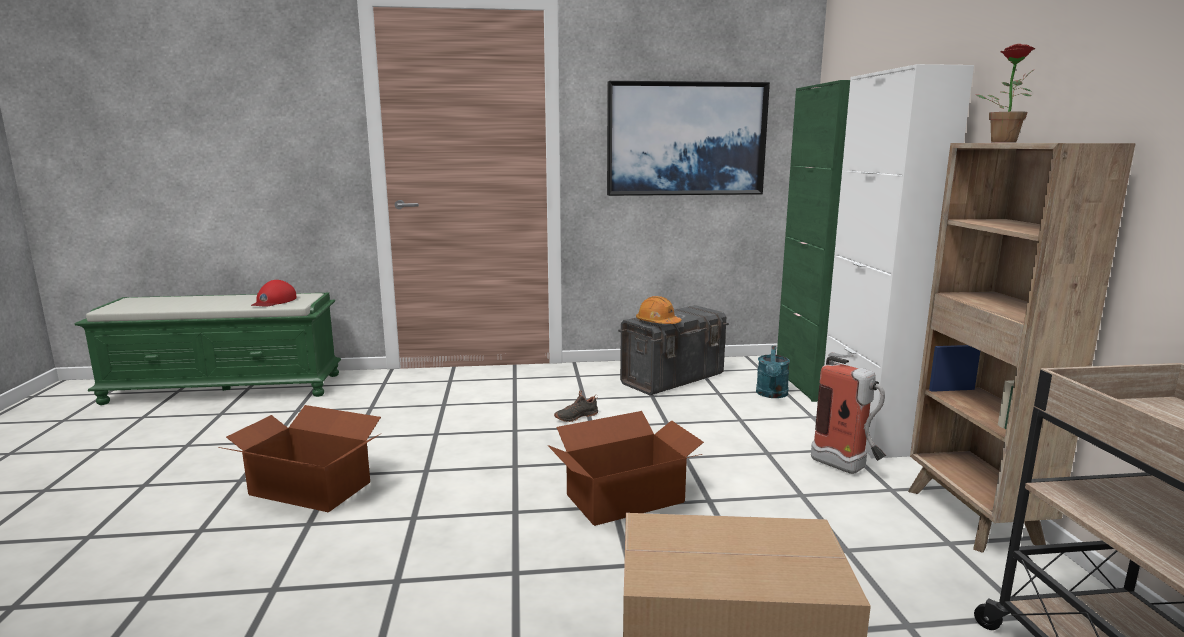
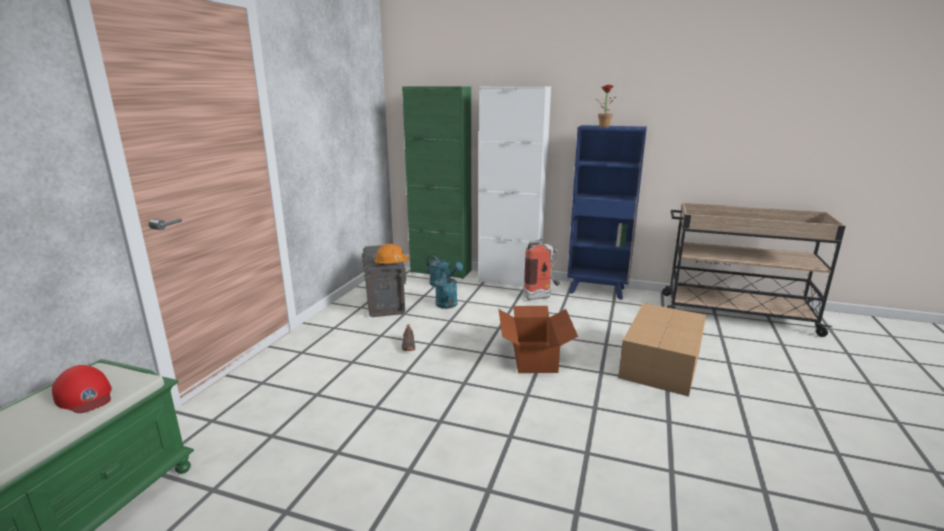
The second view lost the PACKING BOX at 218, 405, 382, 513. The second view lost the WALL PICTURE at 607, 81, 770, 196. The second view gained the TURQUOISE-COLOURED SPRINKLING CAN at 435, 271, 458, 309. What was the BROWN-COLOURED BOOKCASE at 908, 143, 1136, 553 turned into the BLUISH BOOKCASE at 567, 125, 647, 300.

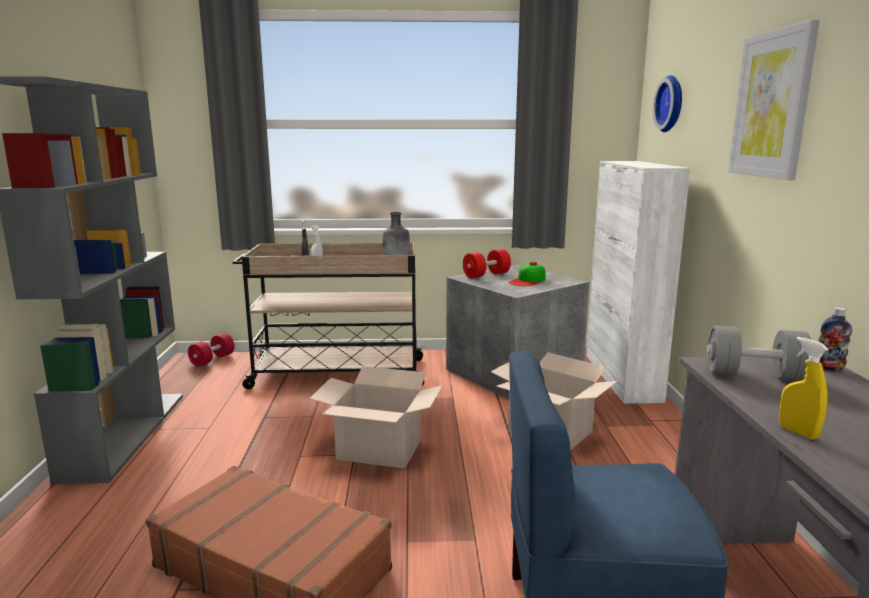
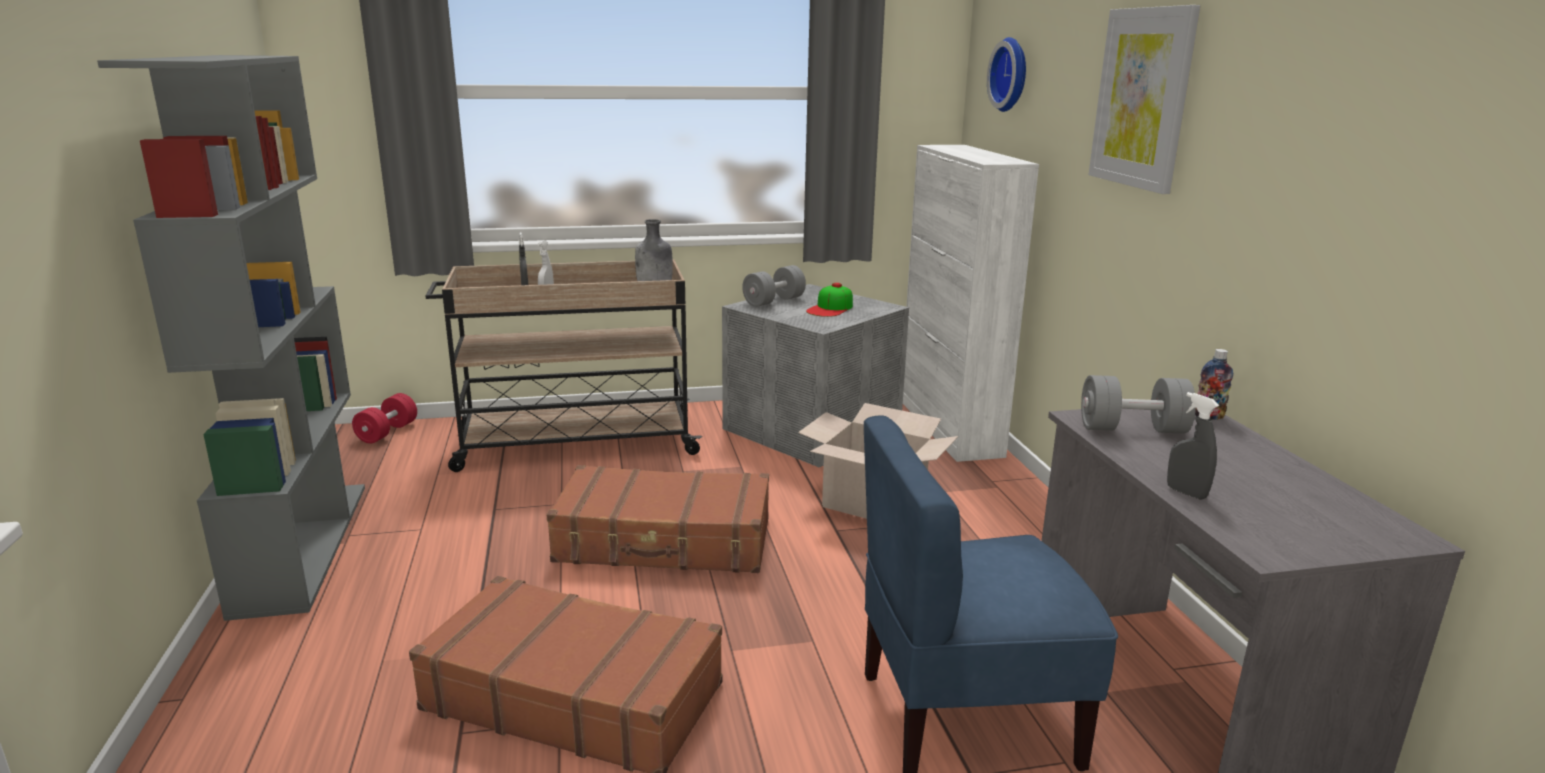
Where the PACKING BOX stood at 309, 366, 443, 469, the BROWN-COLOURED TRAVEL CASE came to stand at 547, 465, 769, 573. What was the REDDISH DUMBBELL at 463, 249, 511, 278 turned into the GREYISH DUMBBELL at 742, 265, 806, 307. What was the YELLOW-COLOURED SPRAY BOTTLE at 779, 337, 829, 440 turned into the GREYISH SPRAY BOTTLE at 1167, 392, 1219, 500.

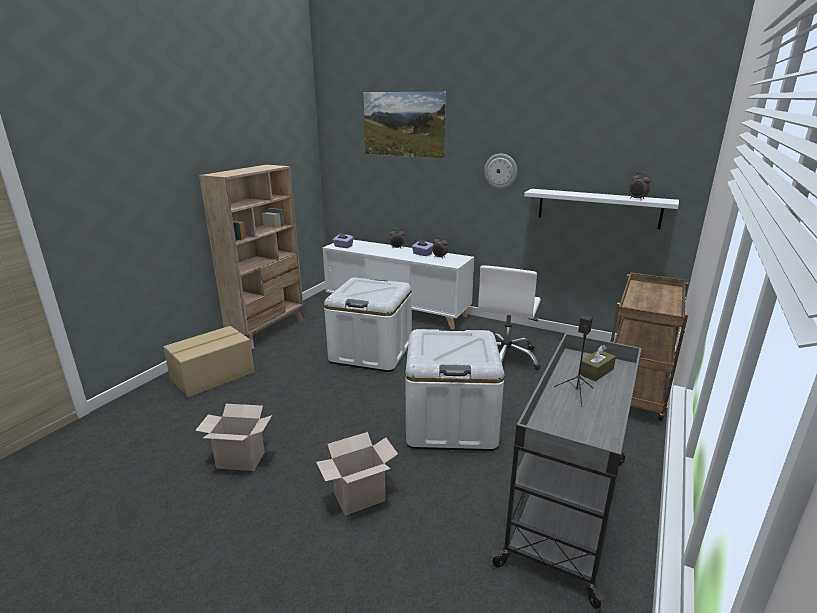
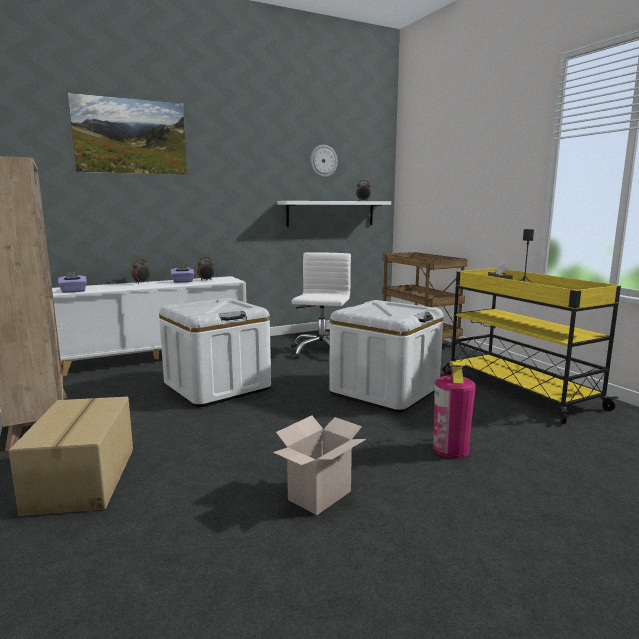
The WALL CLOCK ended up elsewhere, having gone from 484, 153, 517, 189 to 310, 145, 338, 178. Where the PACKING BOX stood at 316, 432, 398, 516, the FIRE-FIGHTING CYLINDER came to stand at 433, 361, 476, 459. What was the GREYISH CART at 490, 333, 642, 609 turned into the YELLOW-COLOURED CART at 443, 268, 621, 424. The WHITE COMPUTER CHAIR at 478, 265, 541, 370 ended up facing another way, 135 degrees counterclockwise from before.

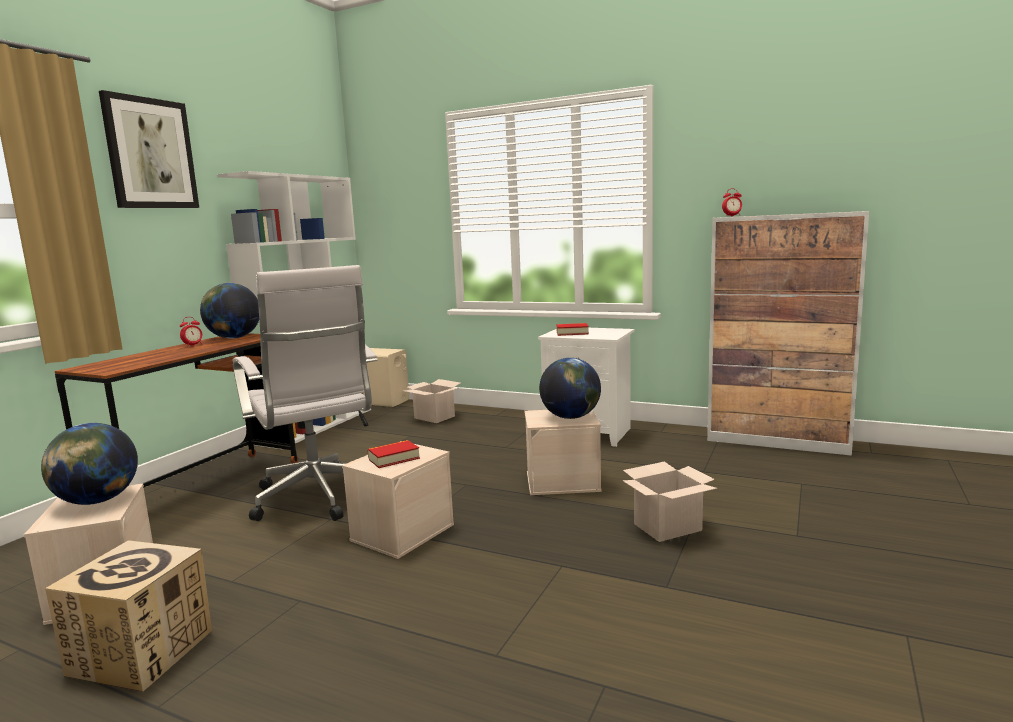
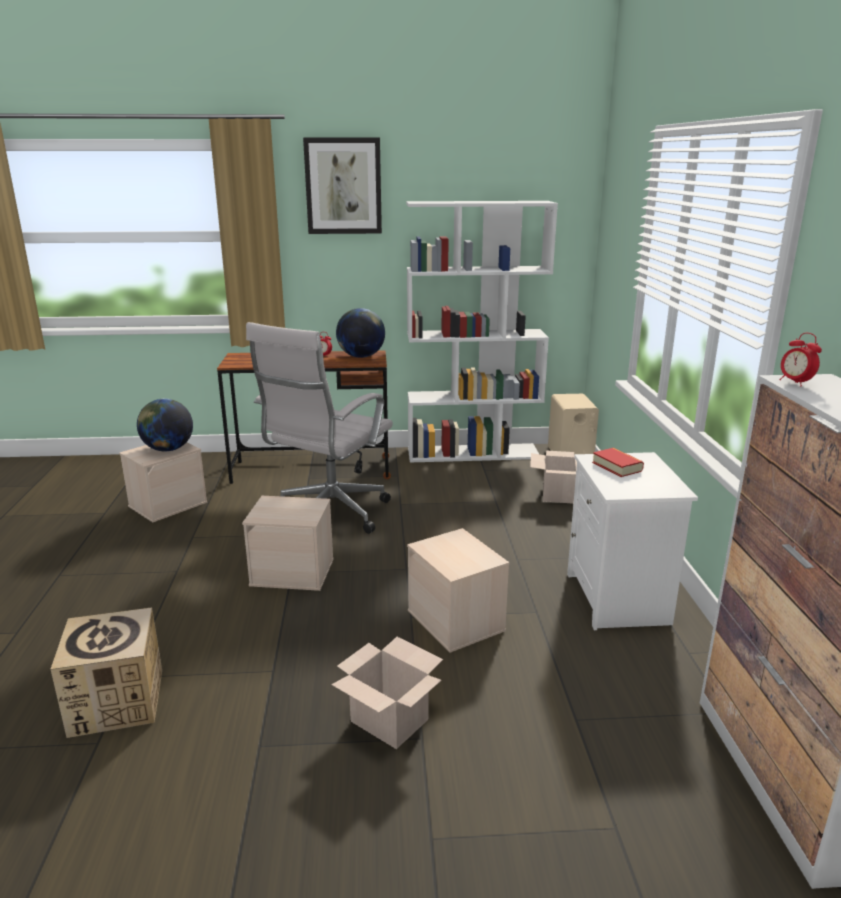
The second view lost the BOOK at 367, 440, 420, 468. The second view lost the GLOBE at 539, 358, 601, 419. The PACKING BOX ended up elsewhere, having gone from 45, 540, 212, 692 to 50, 607, 162, 738.

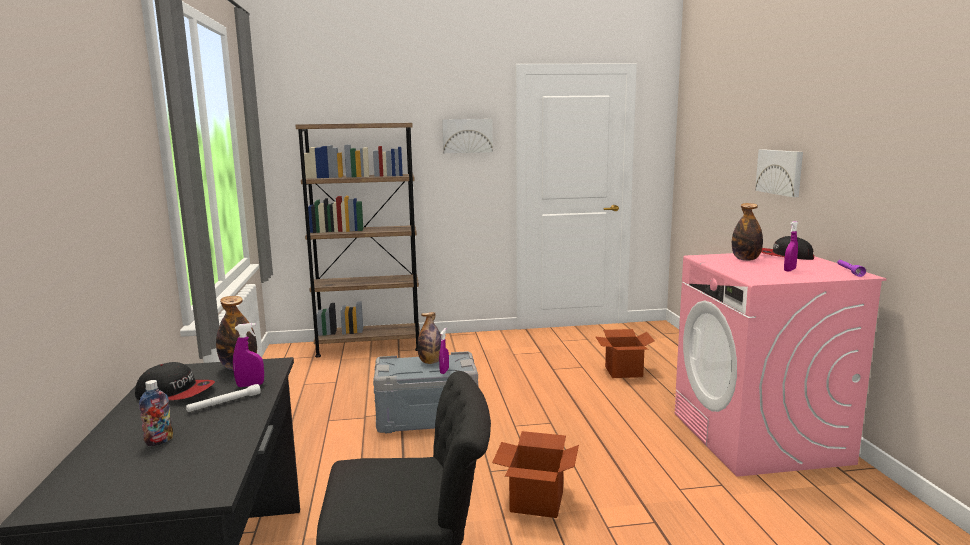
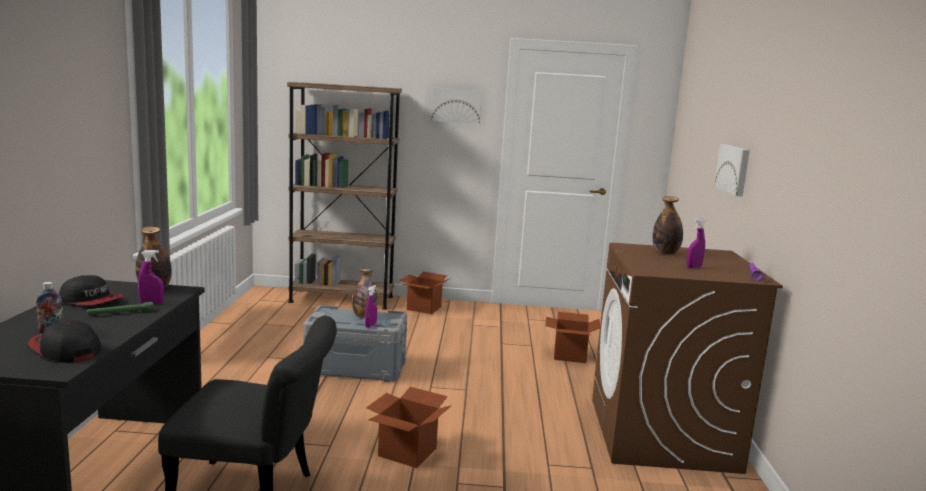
The second view gained the PACKING BOX at 399, 272, 451, 314. The PEAKED CAP ended up elsewhere, having gone from 761, 236, 814, 260 to 28, 320, 101, 363. What was the WHITE TORCH at 186, 384, 261, 412 turned into the GREEN TORCH at 87, 302, 153, 315. What was the PINK-COLOURED LAUNDRY MACHINE at 674, 253, 886, 477 turned into the BROWN-COLOURED LAUNDRY MACHINE at 592, 243, 783, 474.

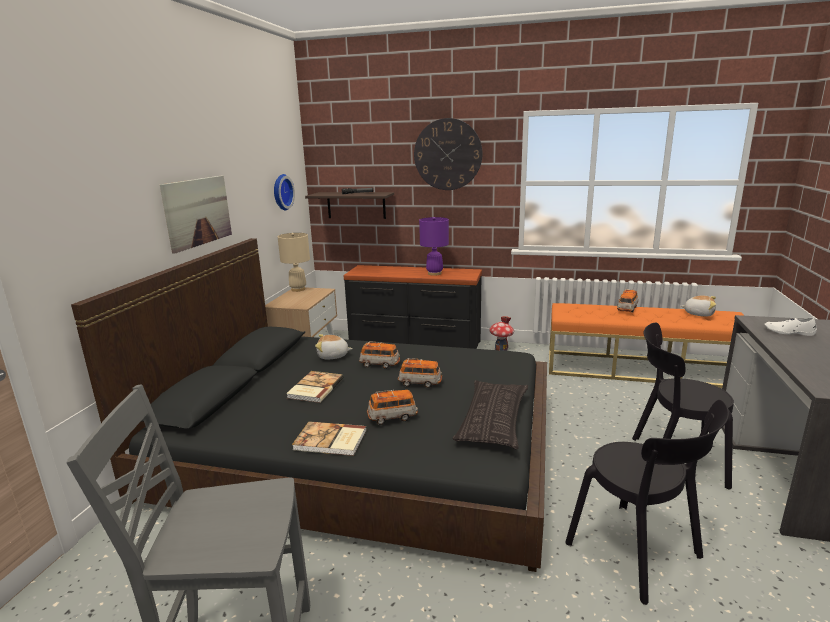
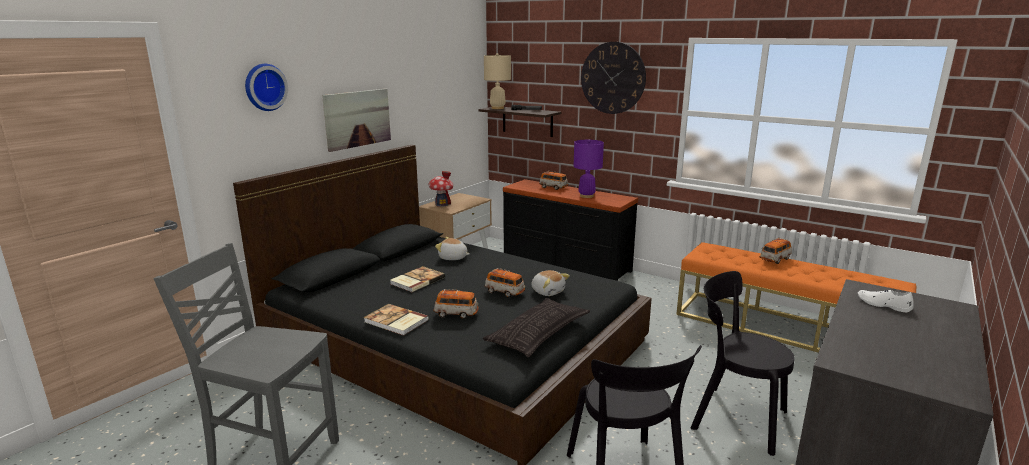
The WALL CLOCK ended up elsewhere, having gone from 274, 174, 295, 210 to 245, 64, 288, 111. The BEIGE TABLE LAMP ended up elsewhere, having gone from 278, 233, 310, 292 to 484, 53, 511, 109. The TOY CAR ended up elsewhere, having gone from 359, 341, 400, 369 to 539, 171, 568, 190. The TOY HOUSE ended up elsewhere, having gone from 490, 316, 514, 351 to 428, 171, 453, 207. The PLUSH TOY ended up elsewhere, having gone from 680, 296, 716, 317 to 531, 270, 570, 296.

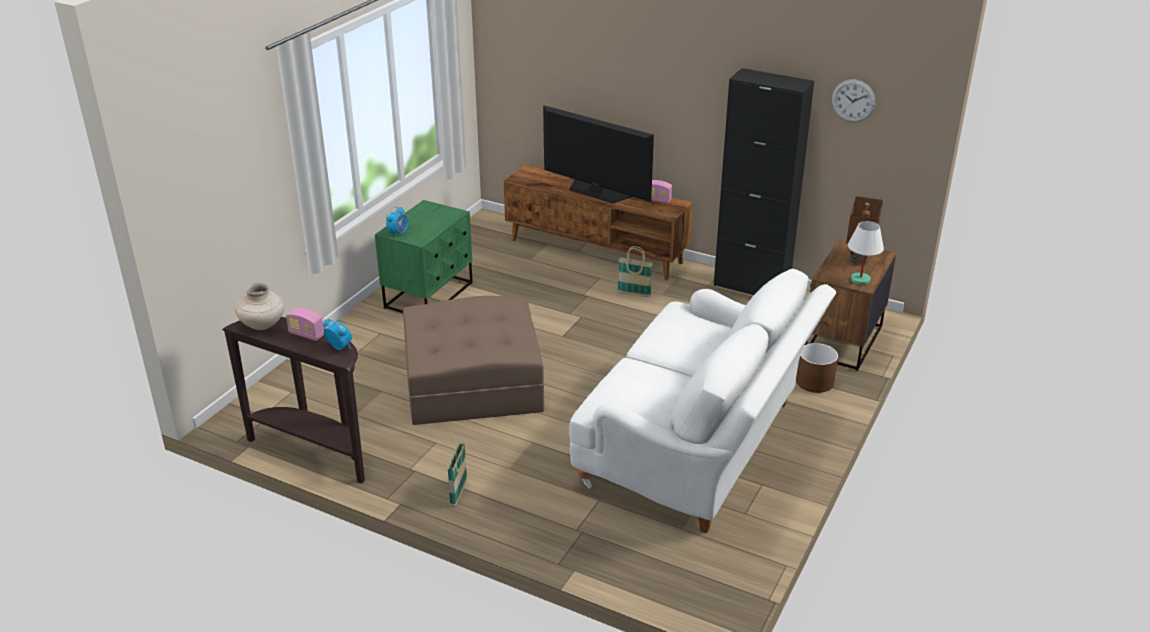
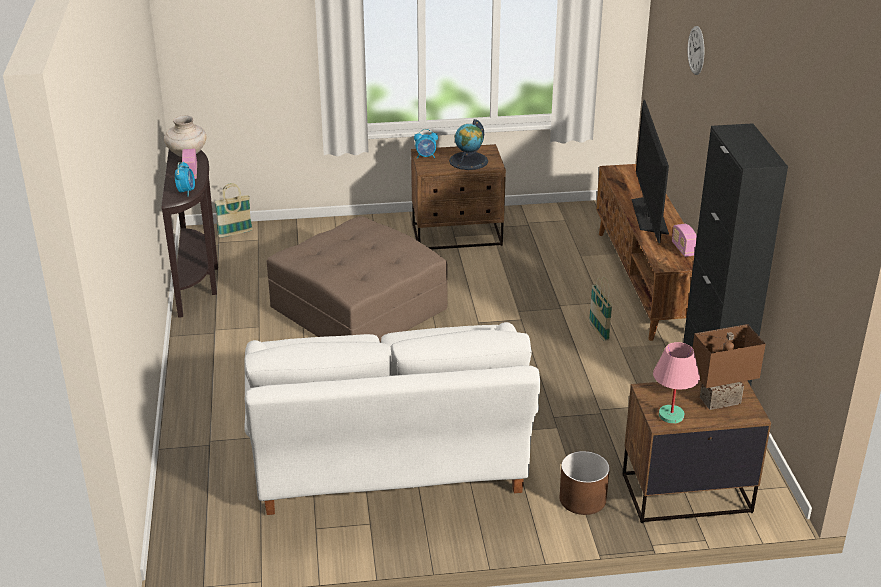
The second view gained the GLOBE at 449, 119, 488, 170. The BASKET ended up elsewhere, having gone from 448, 436, 467, 506 to 214, 183, 253, 238. The WALL CLOCK ended up elsewhere, having gone from 831, 79, 876, 122 to 688, 26, 704, 75. What was the GREEN NIGHT TABLE at 375, 200, 473, 313 turned into the BROWN-COLOURED NIGHT TABLE at 411, 144, 506, 250. What was the WHITE TABLE LAMP at 848, 221, 884, 285 turned into the PINK-COLOURED TABLE LAMP at 653, 342, 700, 424.

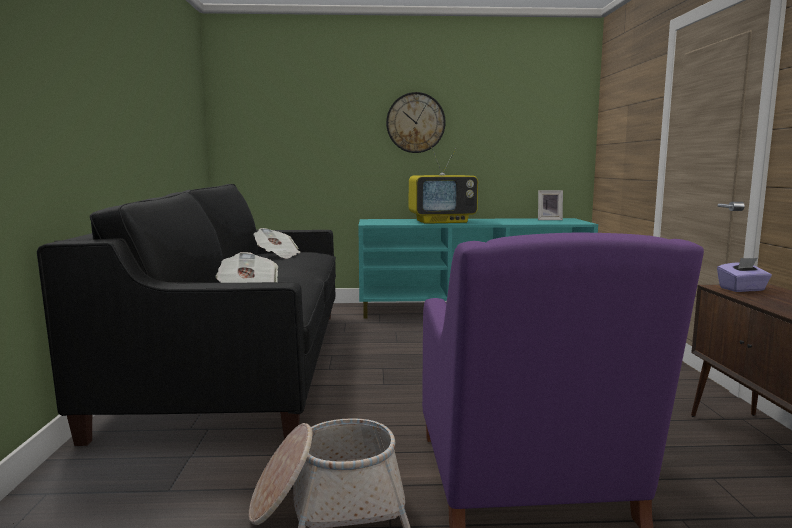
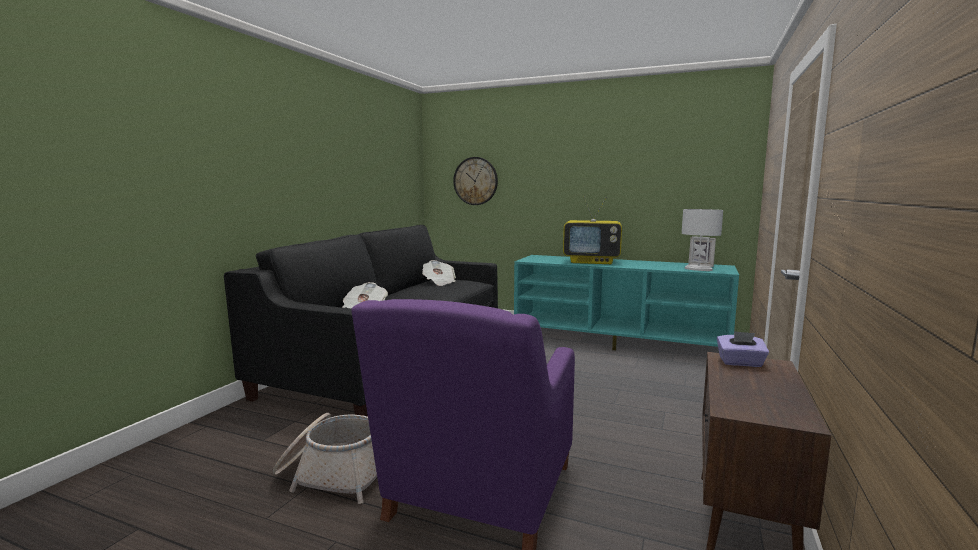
The second view gained the WHITE TABLE LAMP at 682, 209, 723, 271. The WALL CLOCK ended up elsewhere, having gone from 386, 92, 446, 153 to 453, 157, 498, 205.

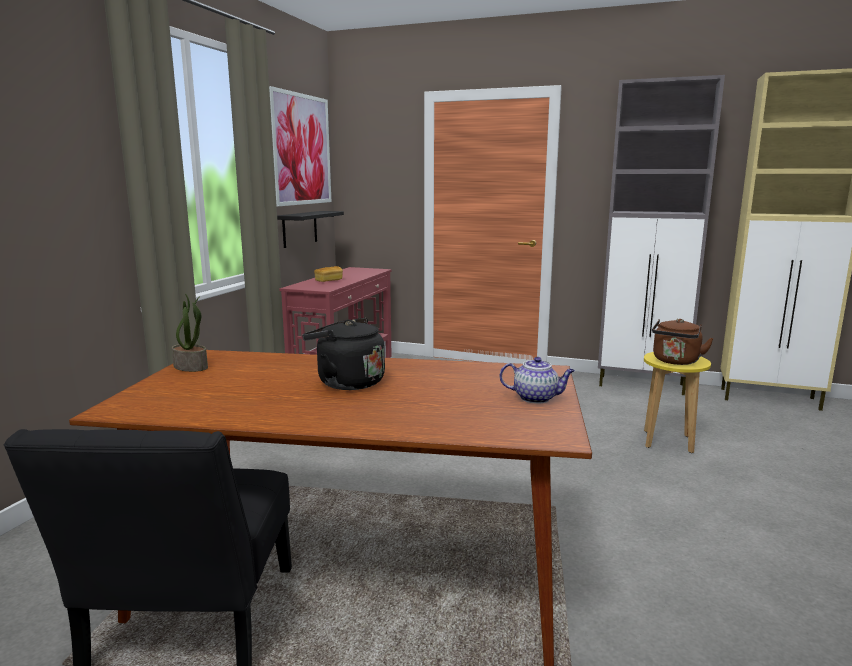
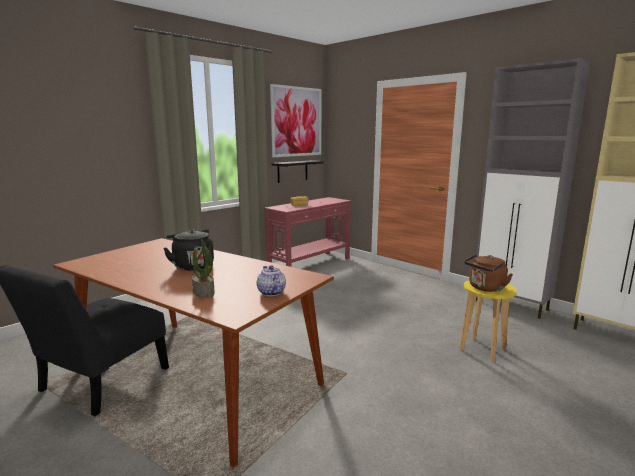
The POTTED PLANT ended up elsewhere, having gone from 172, 294, 208, 372 to 192, 238, 215, 298. The TEAPOT at 500, 357, 575, 404 ended up facing another way, 150 degrees counterclockwise from before.

